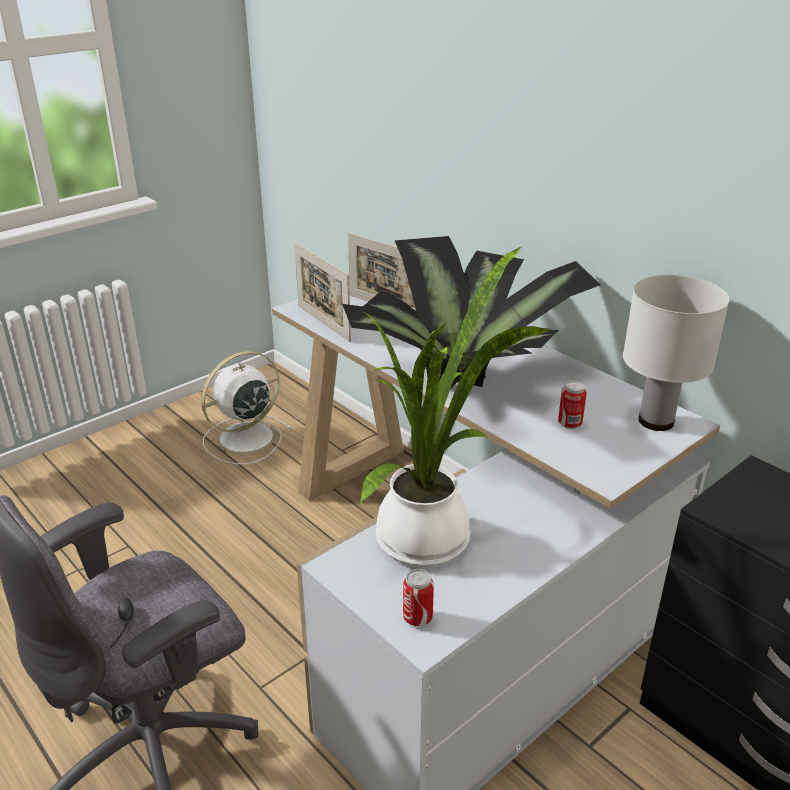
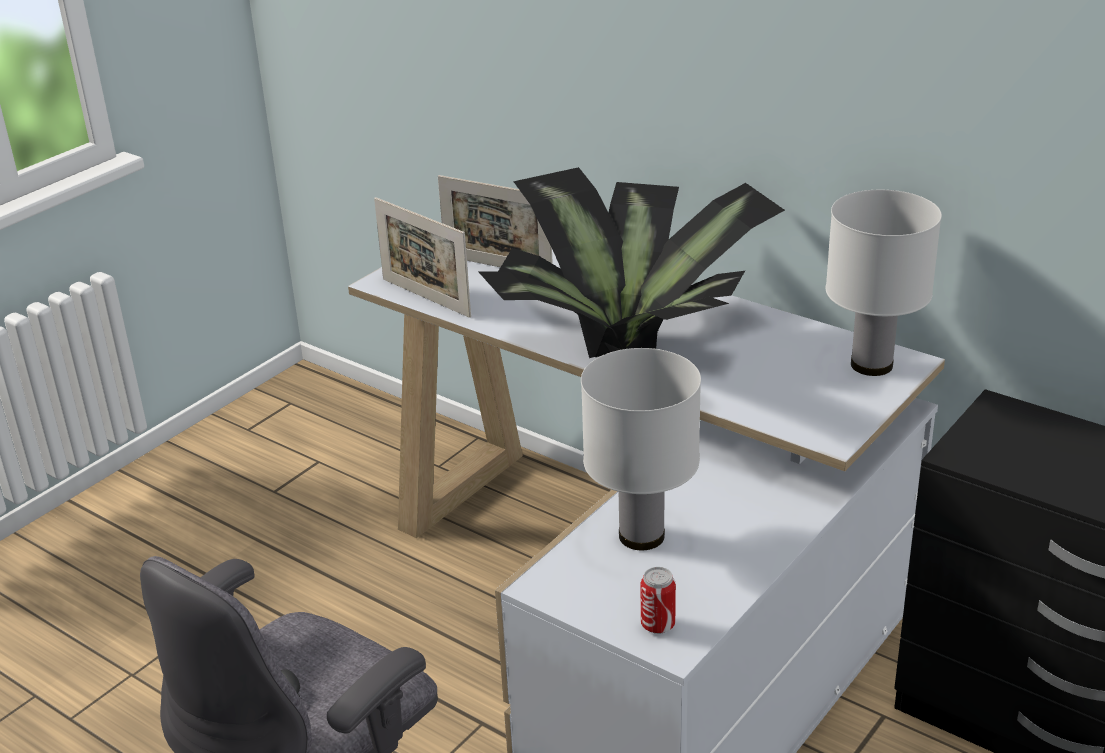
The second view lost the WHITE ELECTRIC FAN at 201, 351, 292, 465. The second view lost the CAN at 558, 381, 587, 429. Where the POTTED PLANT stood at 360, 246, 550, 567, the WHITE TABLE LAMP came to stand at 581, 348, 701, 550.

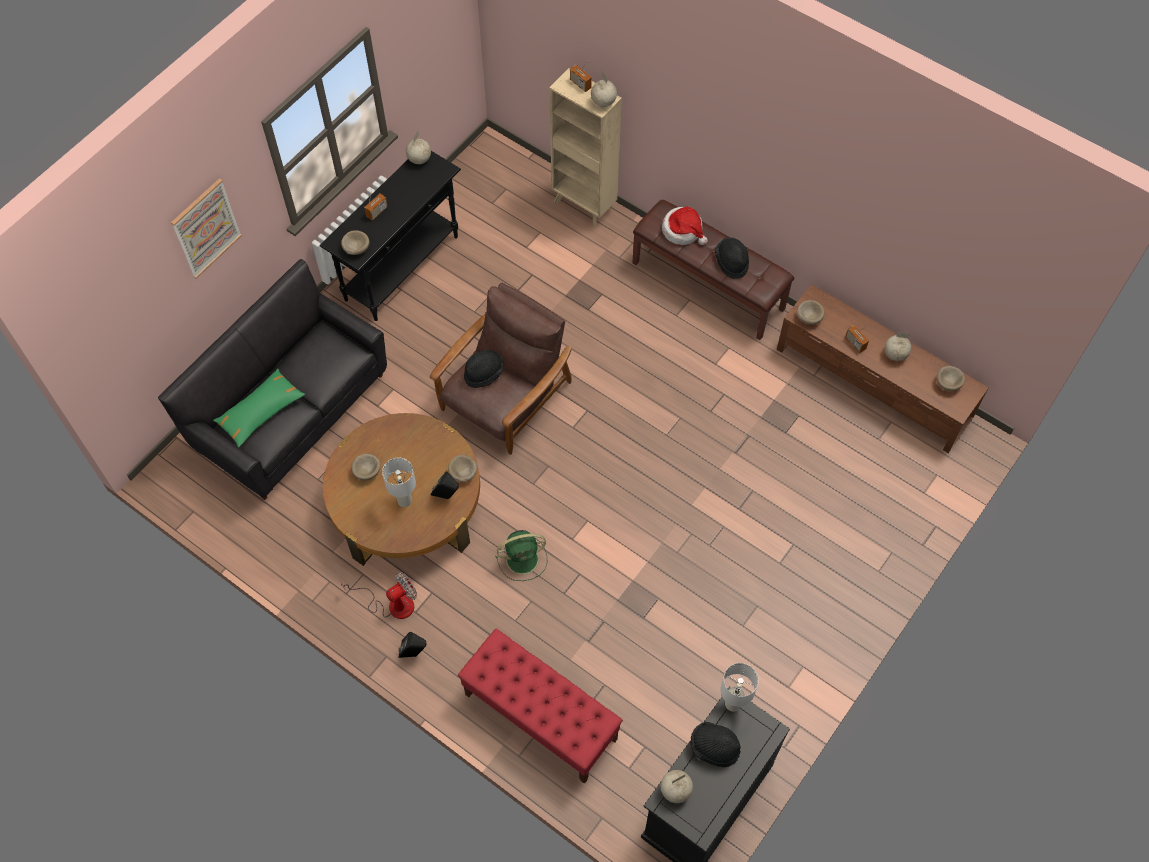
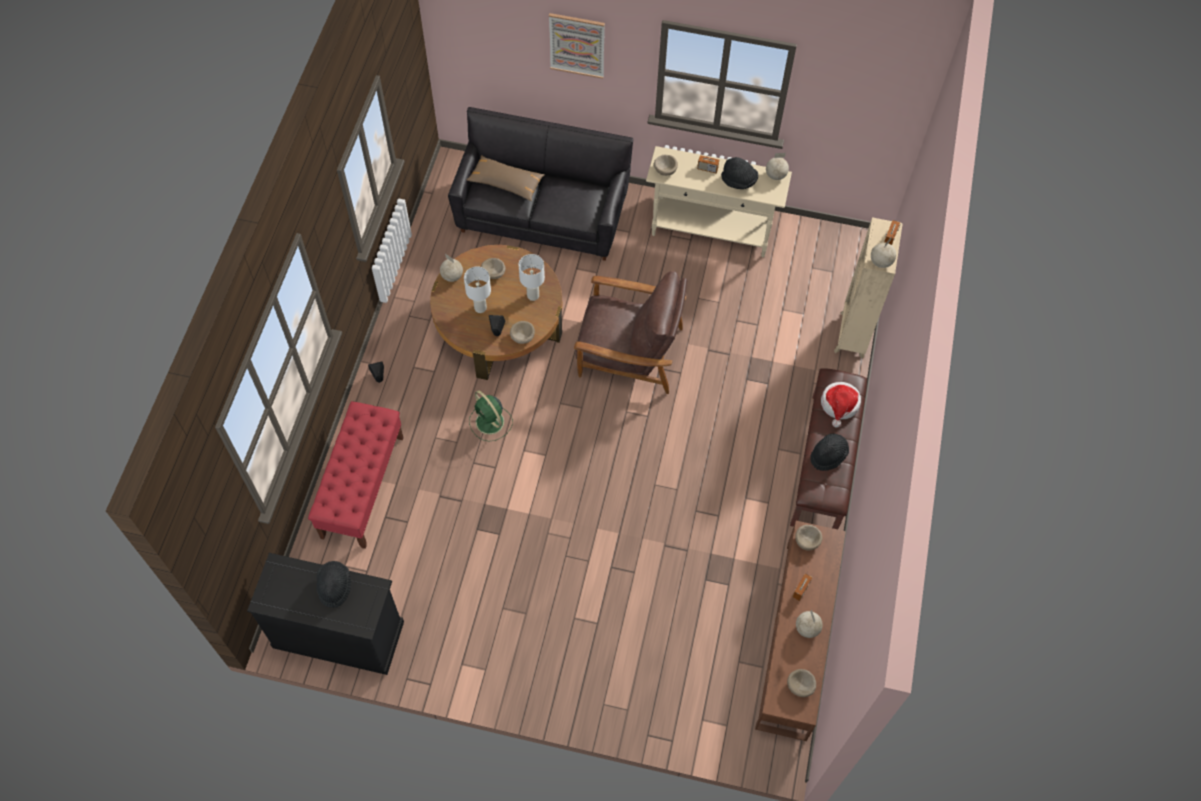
The second view lost the ELECTRIC FAN at 341, 572, 417, 619. The BLACK-COLOURED CLOTHING HAT ended up elsewhere, having gone from 464, 350, 503, 388 to 721, 157, 758, 189. The GLOBE ended up elsewhere, having gone from 661, 770, 693, 803 to 440, 254, 463, 282. The WHITE TABLE LAMP ended up elsewhere, having gone from 720, 663, 759, 712 to 519, 254, 545, 301. What was the GREEN CUSHION at 213, 369, 305, 447 turned into the BROWN-COLOURED CUSHION at 467, 155, 545, 201. What was the BLACK-COLOURED CONSOLE TABLE at 320, 151, 461, 321 turned into the BEIGE CONSOLE TABLE at 646, 146, 792, 257.

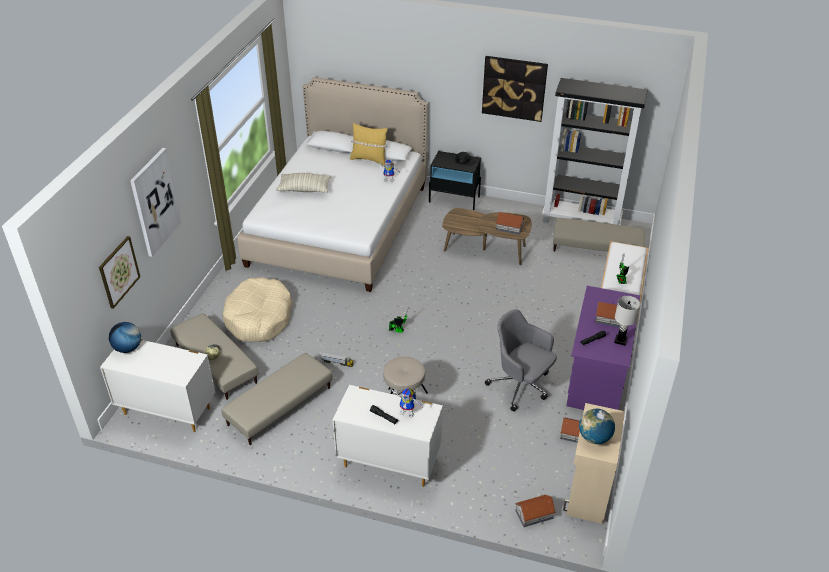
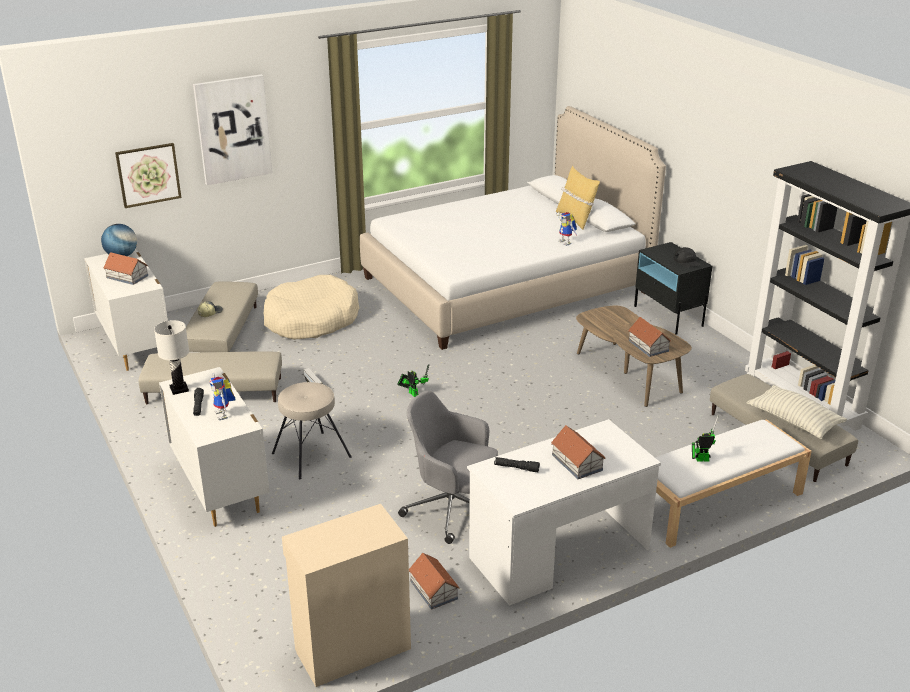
The second view lost the WALL PICTURE at 482, 56, 548, 122. The second view lost the GLOBE at 579, 409, 615, 444. The CUSHION ended up elsewhere, having gone from 276, 173, 331, 193 to 747, 385, 847, 439. The TOY HOUSE ended up elsewhere, having gone from 515, 495, 556, 527 to 103, 252, 148, 285. The WHITE TABLE LAMP ended up elsewhere, having gone from 614, 296, 640, 346 to 154, 320, 189, 395. What was the PURPLE DESK TABLE at 566, 286, 640, 410 turned into the WHITE DESK TABLE at 467, 419, 661, 606. The GREYISH COMPUTER CHAIR at 485, 309, 557, 412 ended up facing another way, 60 degrees counterclockwise from before.

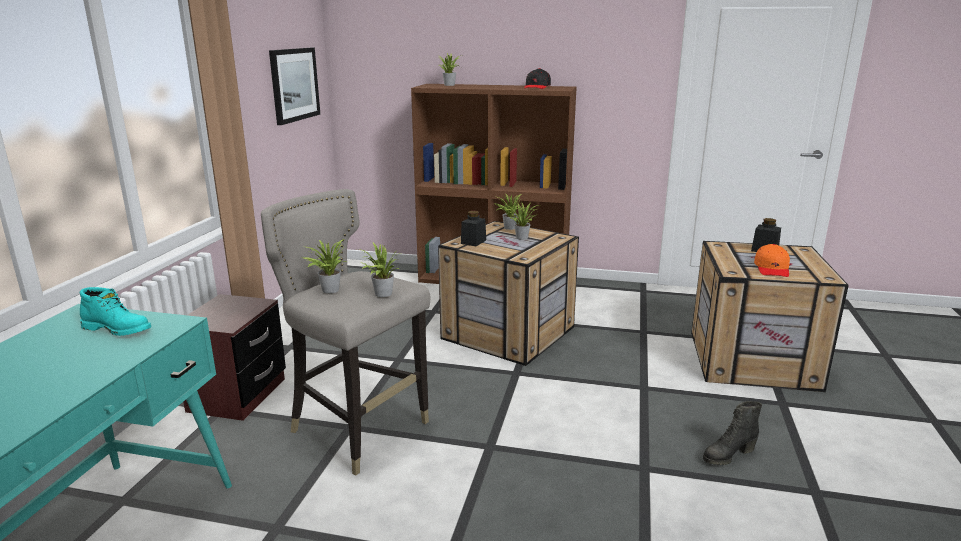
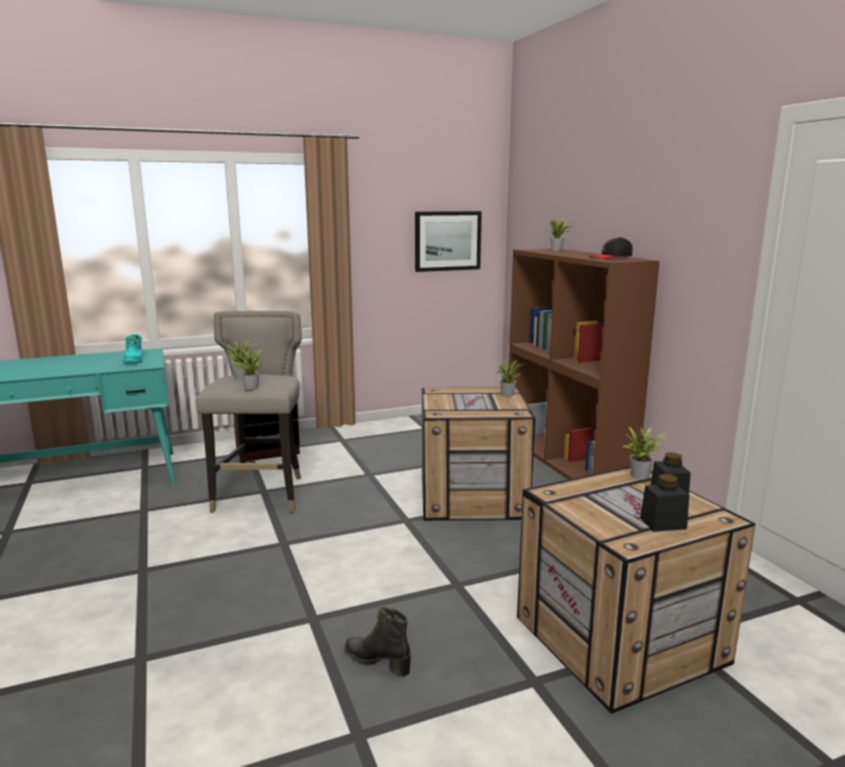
The second view lost the ORANGE-COLOURED PEAKED CAP at 754, 244, 790, 277. The BLACK-COLOURED JAR ended up elsewhere, having gone from 461, 211, 486, 246 to 640, 474, 689, 532. The POTTED PLANT ended up elsewhere, having gone from 509, 203, 539, 240 to 623, 427, 667, 480.

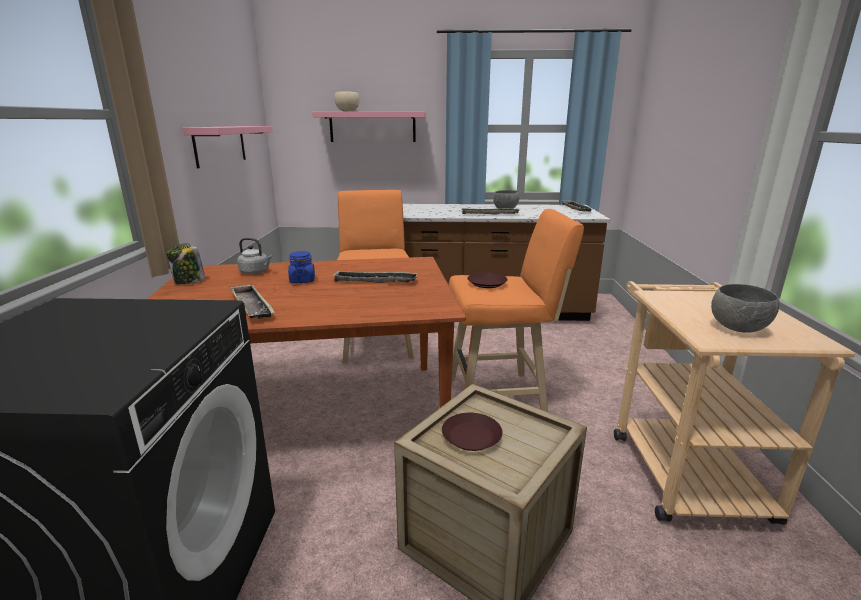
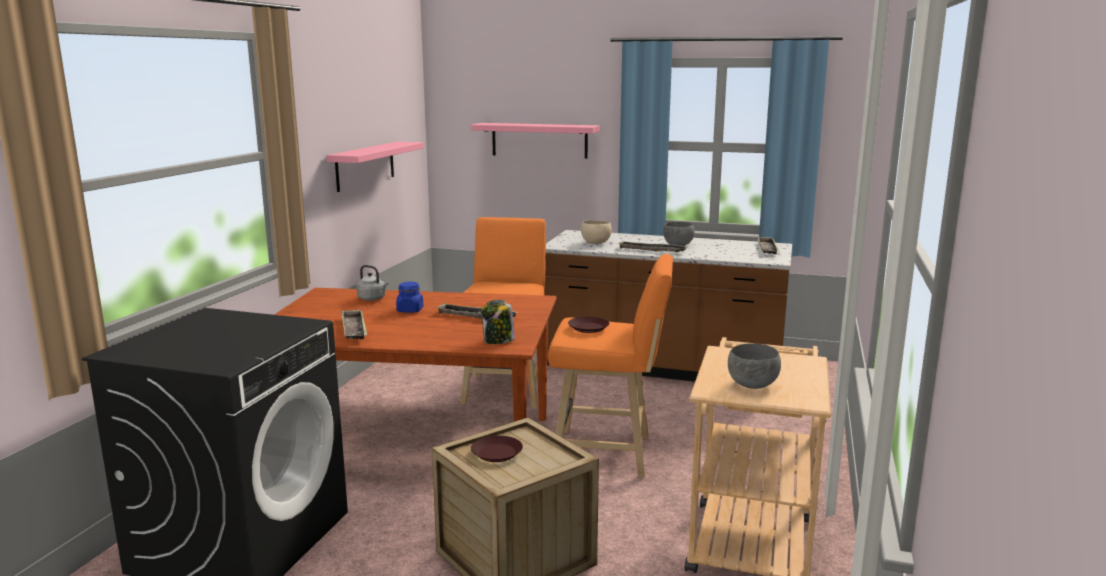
The JAR ended up elsewhere, having gone from 167, 243, 205, 285 to 482, 300, 515, 344. The BEIGE SERVING BOWL ended up elsewhere, having gone from 334, 91, 360, 112 to 581, 220, 612, 244.

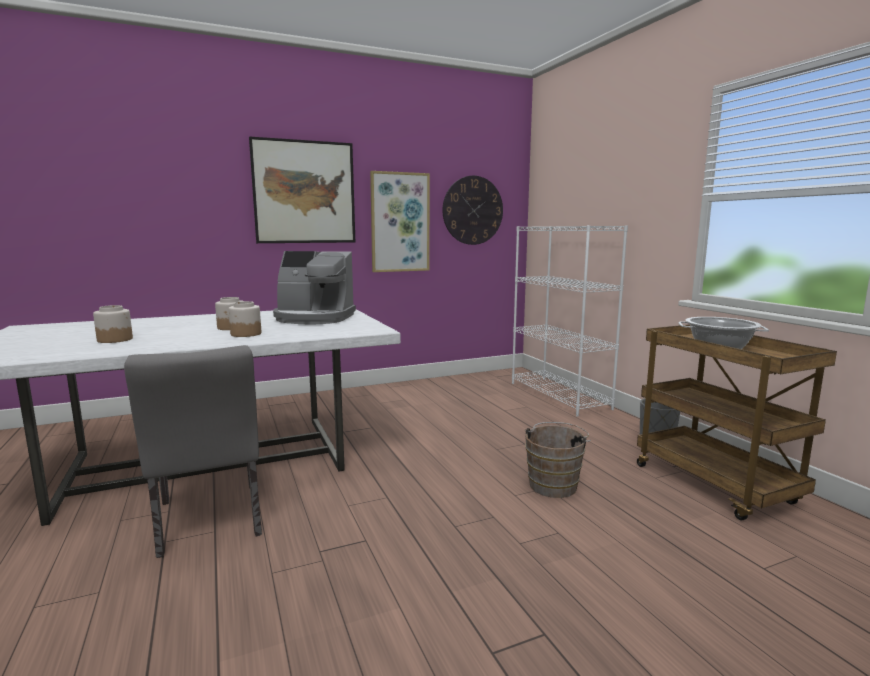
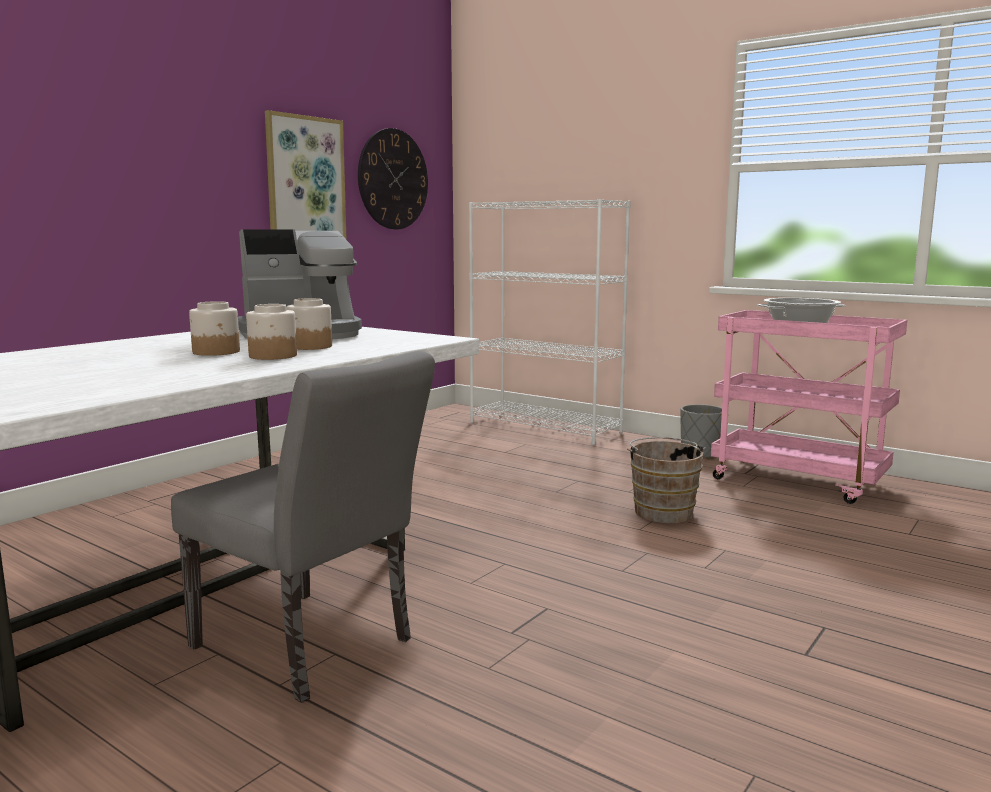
The second view lost the WALL PICTURE at 249, 136, 355, 243. The JAR ended up elsewhere, having gone from 93, 305, 133, 343 to 286, 298, 332, 350. What was the BROWN-COLOURED CART at 637, 324, 837, 521 turned into the PINK-COLOURED CART at 711, 310, 907, 504.

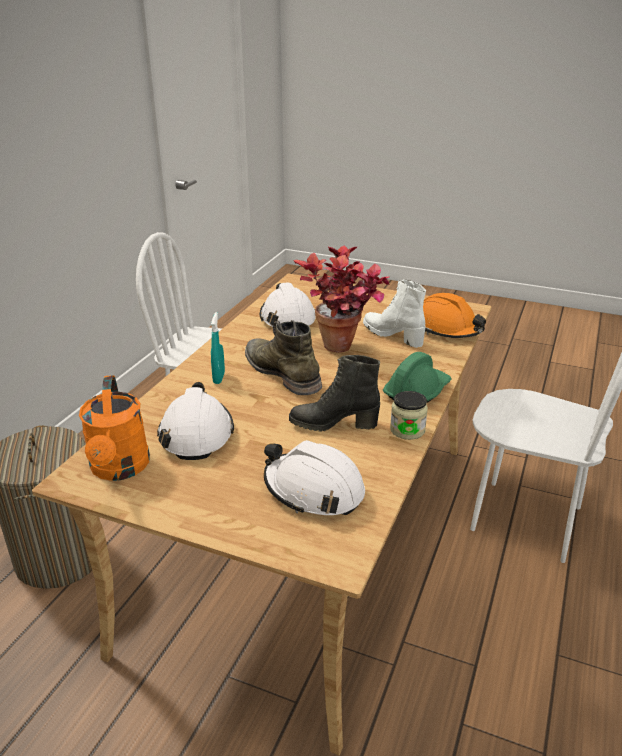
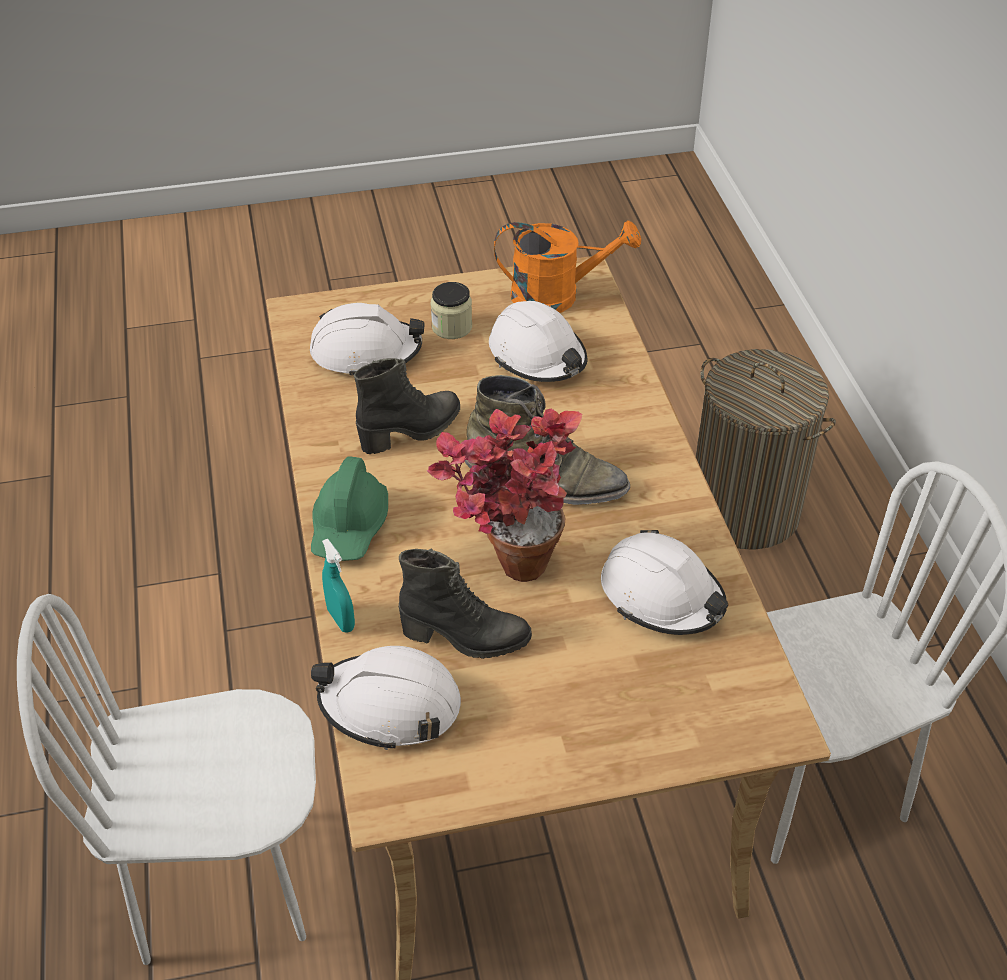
The TURQUOISE-COLOURED SPRAY BOTTLE ended up elsewhere, having gone from 211, 312, 225, 384 to 322, 539, 355, 633. The JAR ended up elsewhere, having gone from 390, 391, 428, 440 to 431, 282, 472, 339. What was the WHITE HIGH-TOP BOOT at 363, 279, 426, 348 turned into the BLACK-COLOURED HIGH-TOP BOOT at 399, 548, 532, 659. What was the ORANGE-COLOURED SAFETY HELMET at 423, 293, 486, 338 turned into the WHITE SAFETY HELMET at 311, 646, 461, 750. The ORANGE-COLOURED SPRINKLING CAN at 79, 375, 150, 481 ended up facing another way, 135 degrees clockwise from before.

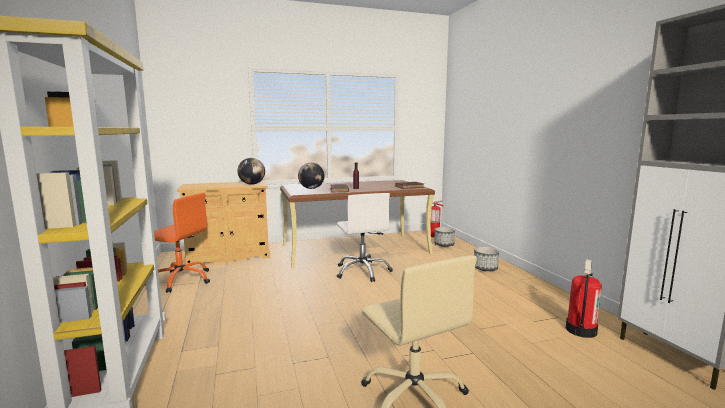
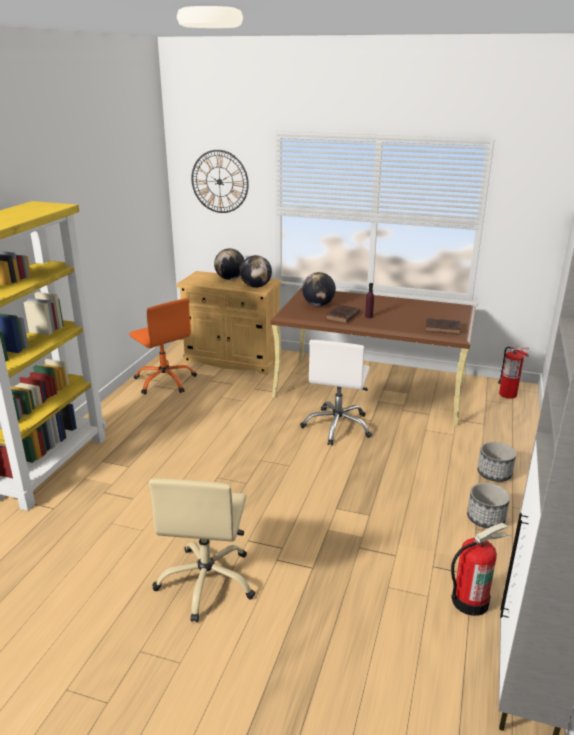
The second view gained the WALL CLOCK at 192, 150, 249, 213. The second view gained the GLOBE at 214, 248, 244, 280. The FLOWER POT ended up elsewhere, having gone from 434, 227, 455, 247 to 467, 483, 510, 528.

